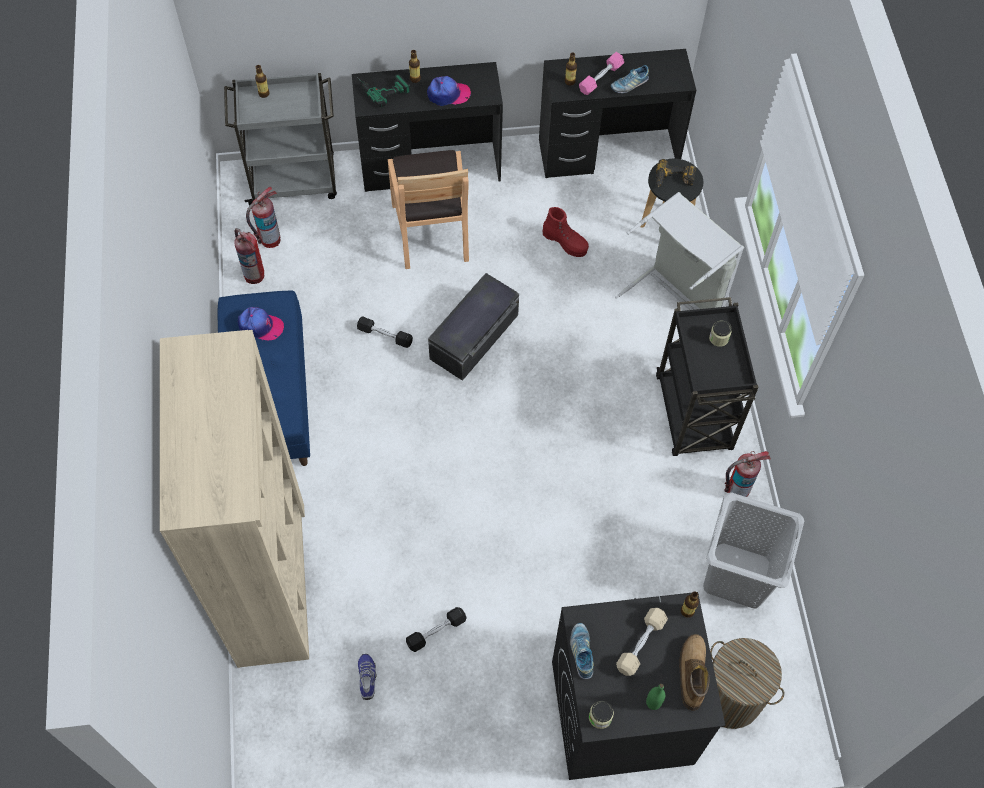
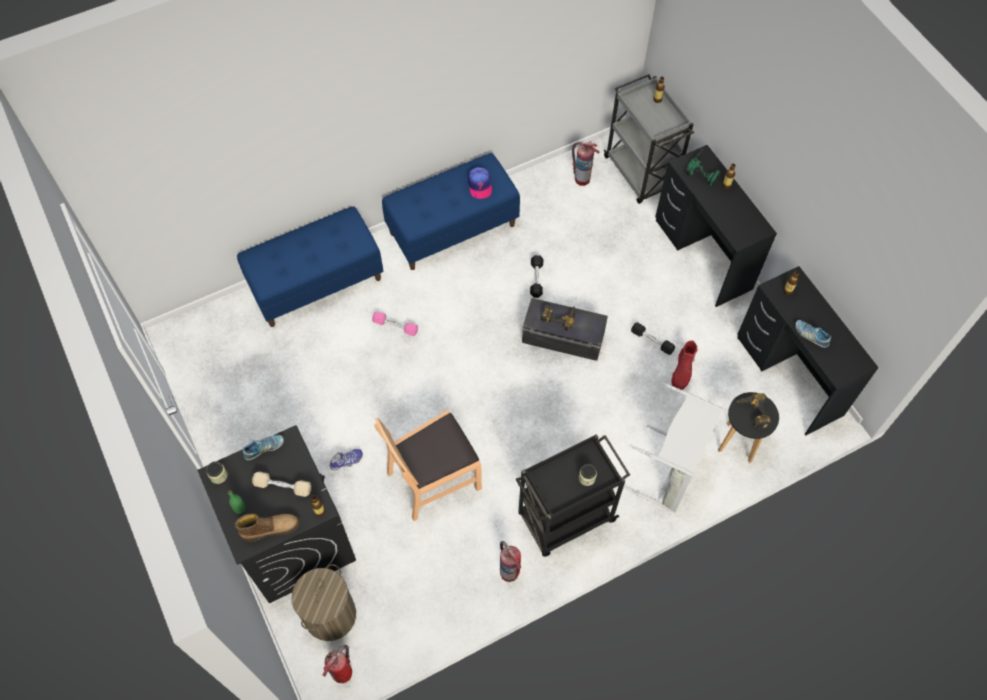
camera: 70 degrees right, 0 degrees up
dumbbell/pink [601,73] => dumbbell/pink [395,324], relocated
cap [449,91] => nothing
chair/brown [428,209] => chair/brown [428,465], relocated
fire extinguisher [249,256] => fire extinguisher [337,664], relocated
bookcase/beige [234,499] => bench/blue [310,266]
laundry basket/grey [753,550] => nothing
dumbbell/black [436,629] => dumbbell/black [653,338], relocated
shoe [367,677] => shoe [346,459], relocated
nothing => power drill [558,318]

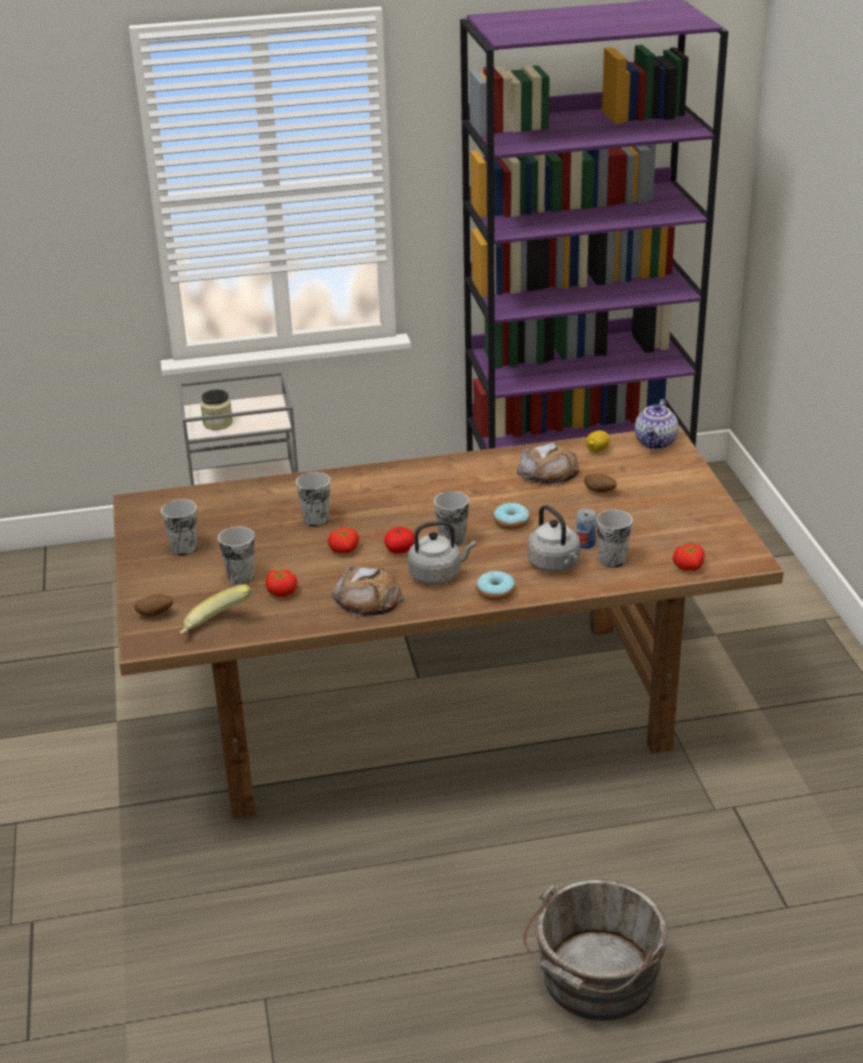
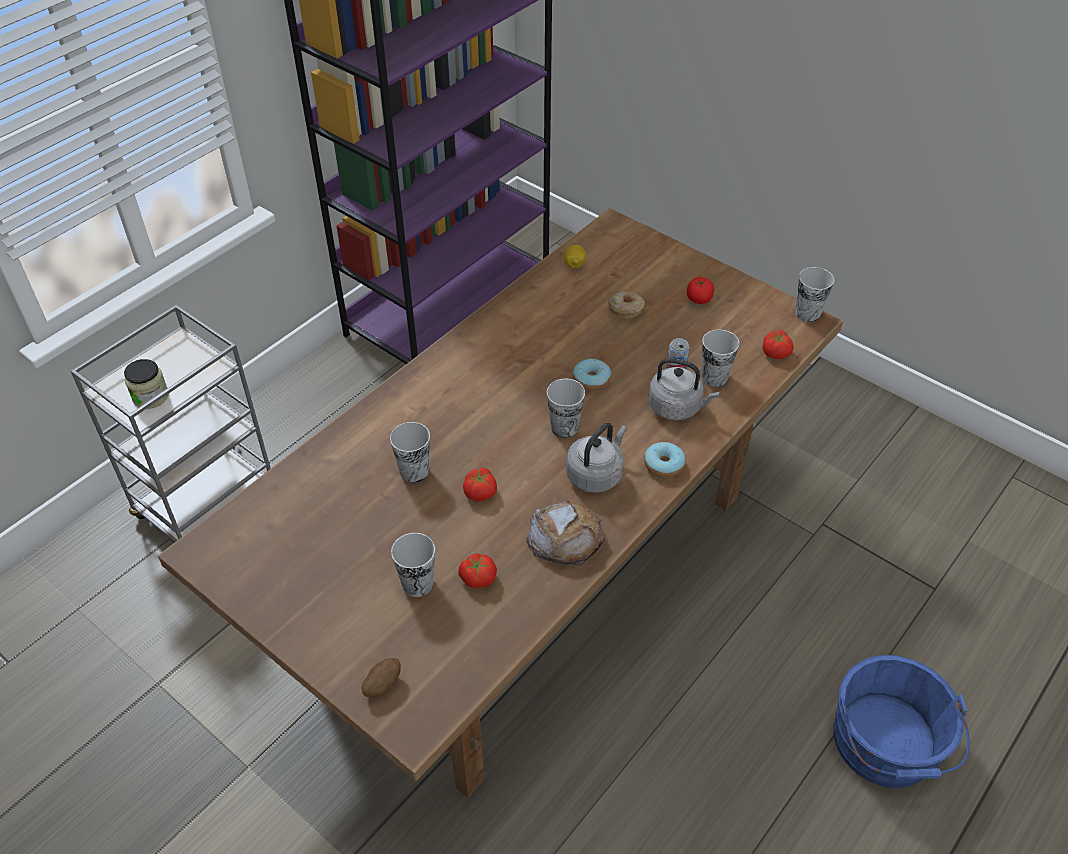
camera: 40 degrees left, 15 degrees up
teapot [656,424] => nothing
bread [548,463] => nothing
potato [600,483] => donut [626,305]
cup [179,527] => cup [814,294], relocated
tomato [399,540] => tomato [700,290], relocated
banana [216,609] => nothing
bucket/grey [595,949] => bucket/blue [902,721]

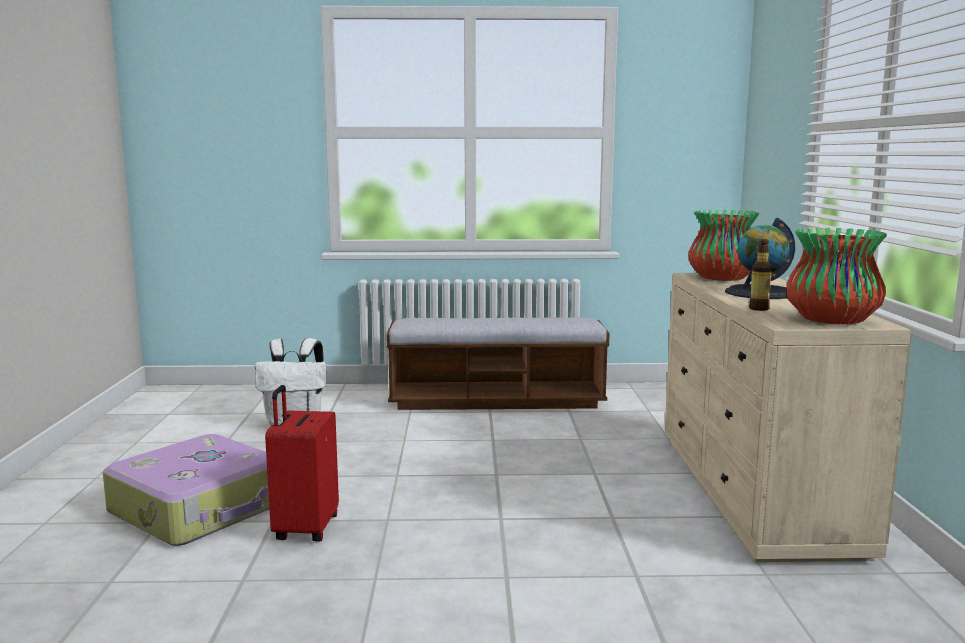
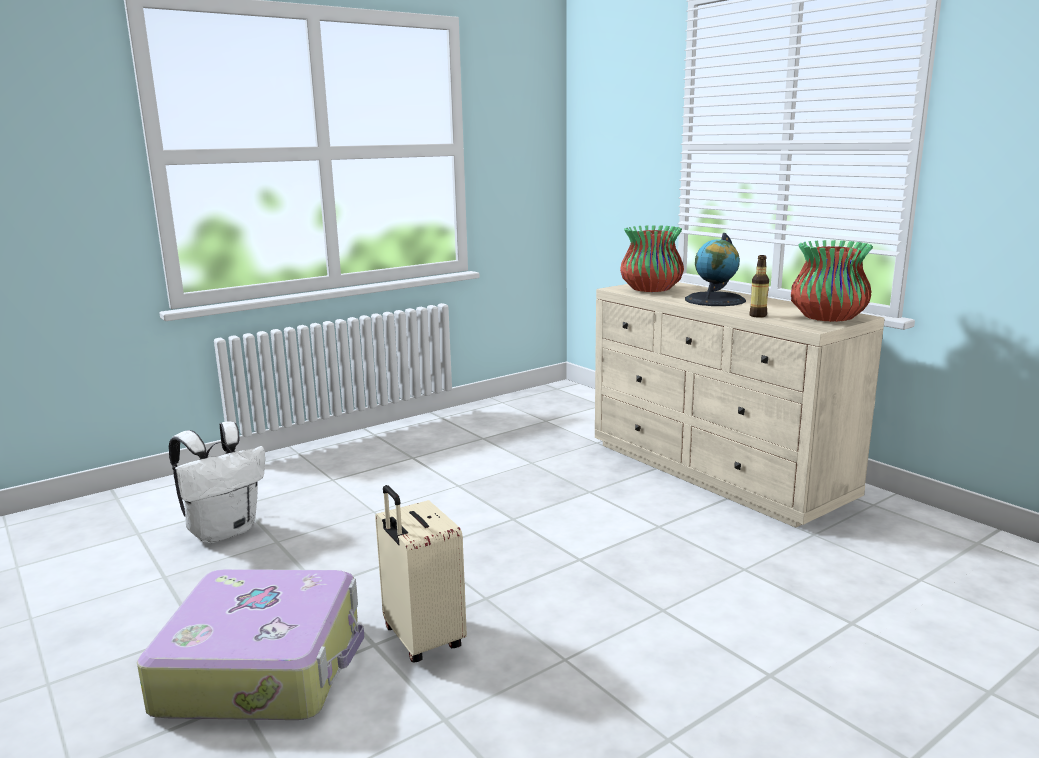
camera: 35 degrees left, 5 degrees up
bench [498,363] => nothing
suitcase/red [302,463] => suitcase/beige [421,574]

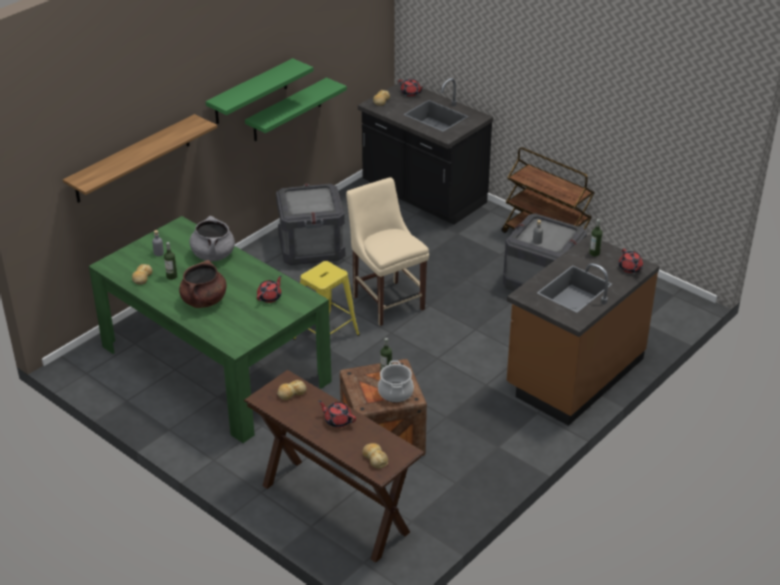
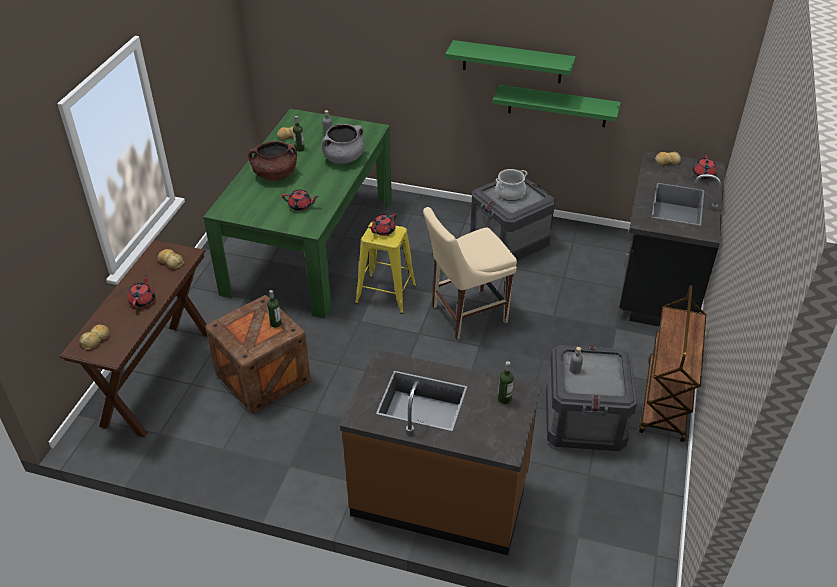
camera: 65 degrees right, 5 degrees up
shelf [140,158] => nothing
chair/beige [387,251] => chair/beige [470,273], 150 degrees counterclockwise
teapot/red [631,261] => teapot/red [383,225], relocated
cooking pot [396,381] => cooking pot [512,185], relocated

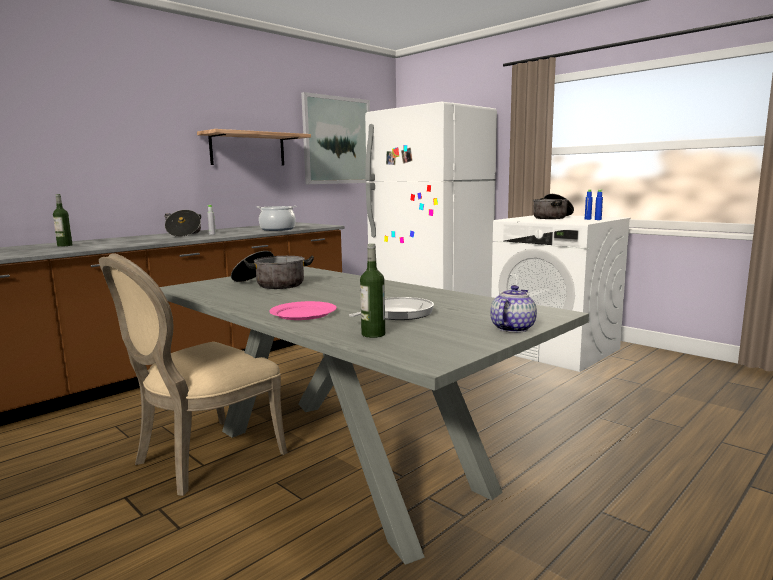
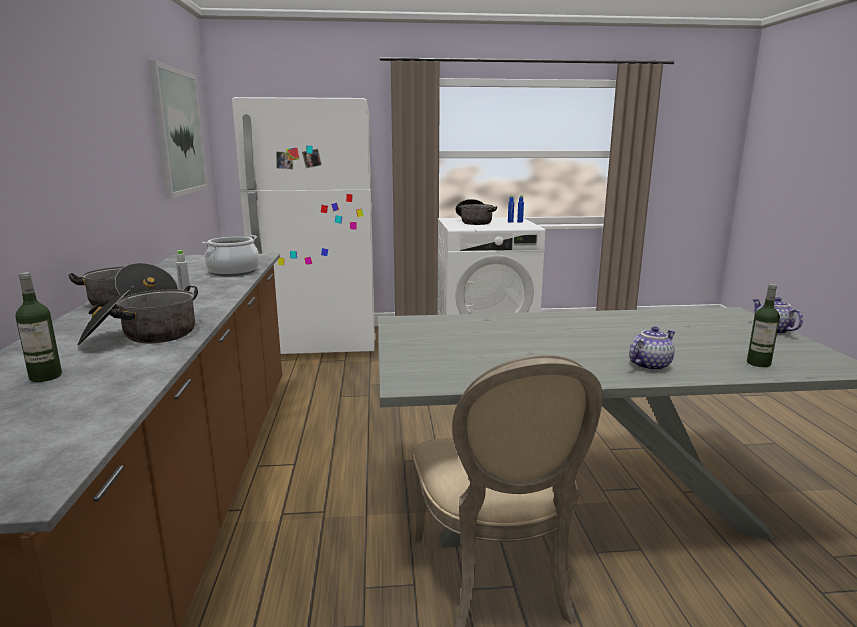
camera: 50 degrees left, 5 degrees up
shelf [254,147] => nothing
cooking pot [272,270] => cooking pot [137,315], relocated
frying pan [391,308] => nothing
plate/pink [303,310] => teapot [652,348]

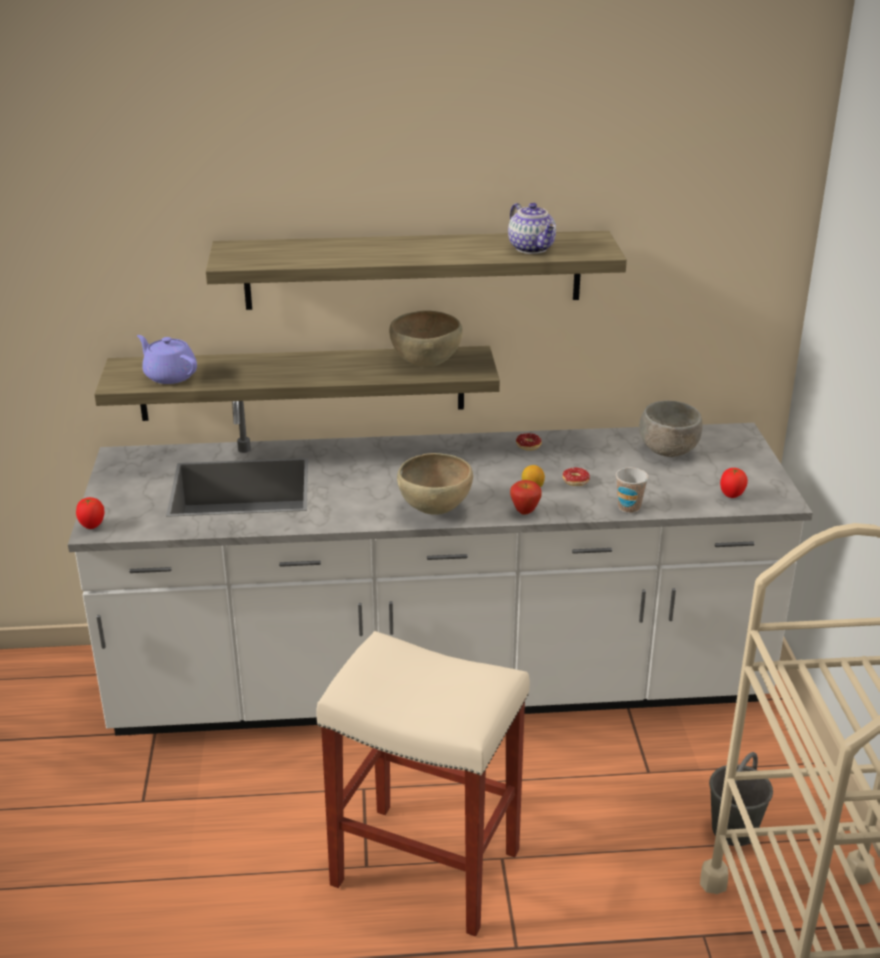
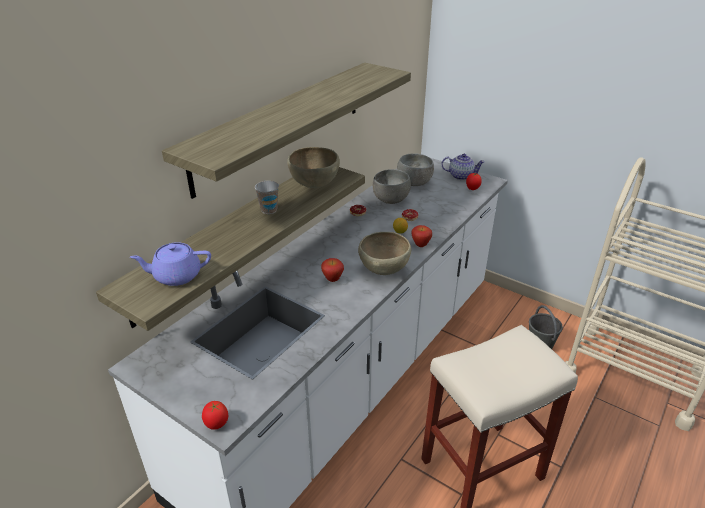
camera: 50 degrees left, 5 degrees up
teapot [532,228] => teapot [463,167], relocated
cup [632,490] => cup [267,197], relocated
nothing => bowl/grey [392,186]
nothing => apple [332,270]

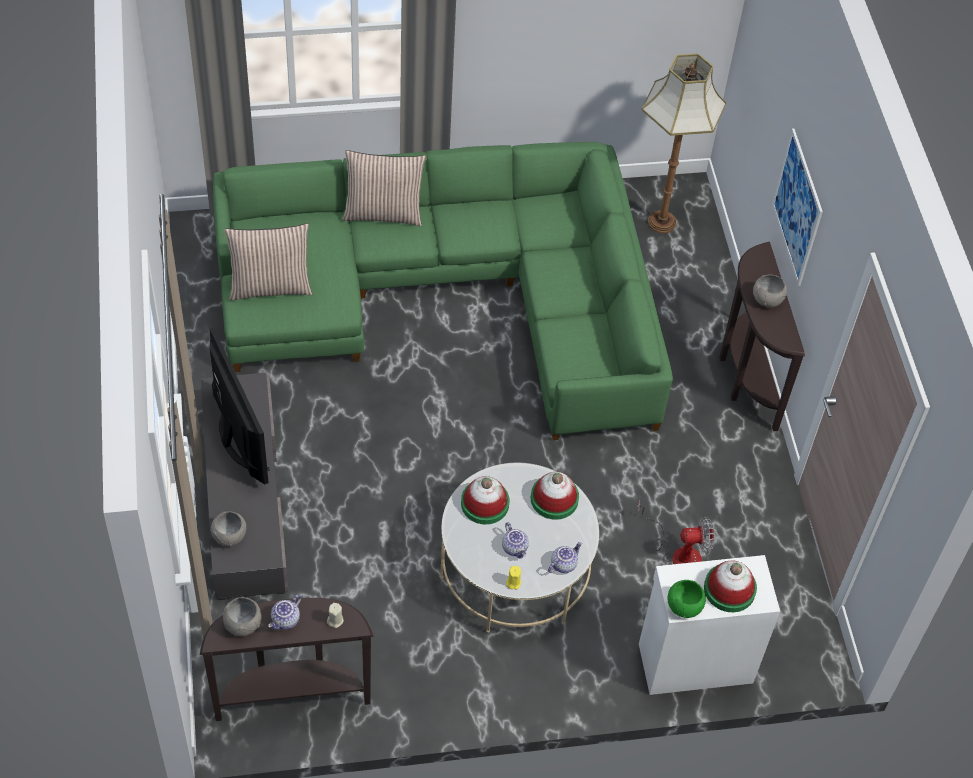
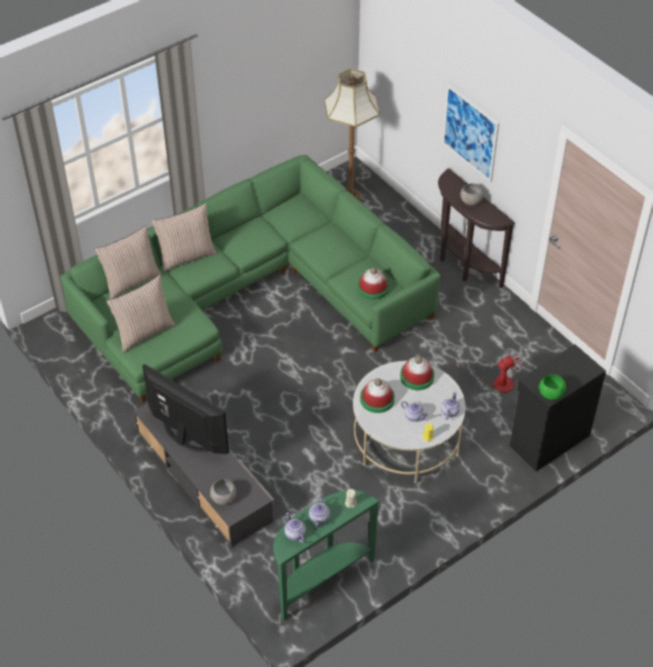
camera: 25 degrees left, 5 degrees down
cabinet/white [709,625] => cabinet/black [557,408]
hat [730,586] => hat [373,283], relocated
bowl/grey [242,616] => teapot [295,528]
console table/brown [287,659] => console table/green [326,555]
nothing => pillow [128,262]

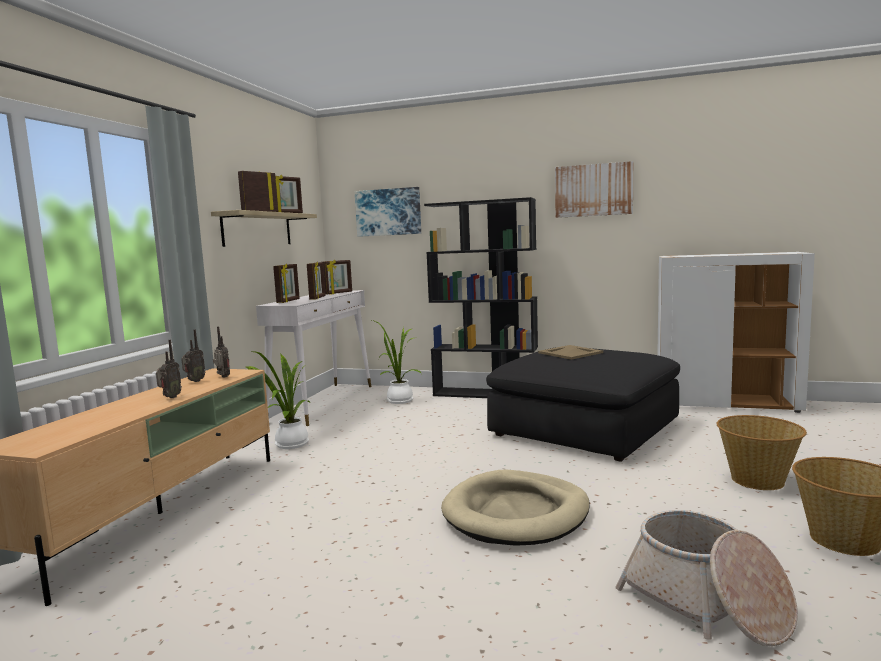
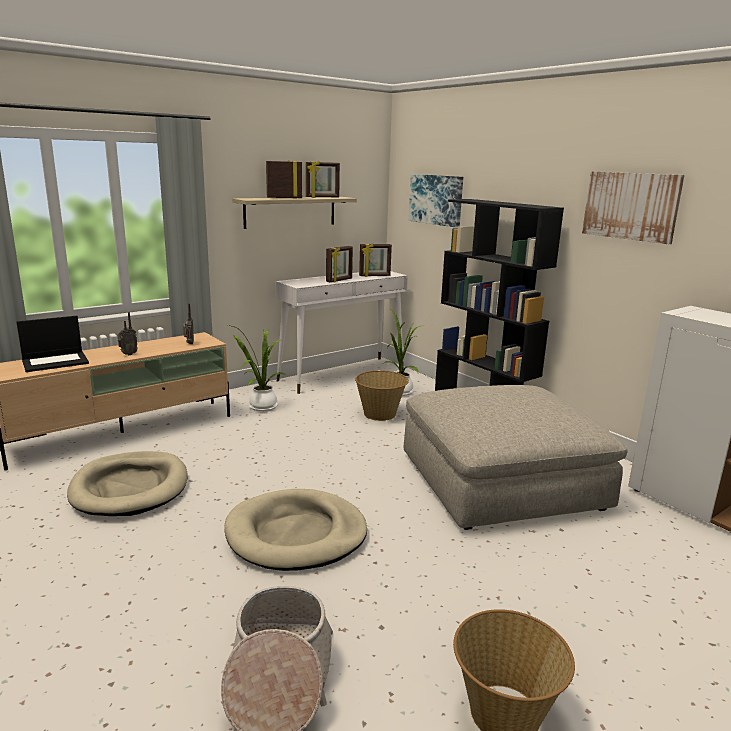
camera: 35 degrees right, 10 degrees up
picture frame [286,283] => nothing
radio [193,355] => nothing
tray/beige [570,352] => nothing
ottoman/black [583,405] => ottoman/beige [516,457]
basket [761,452] => basket [382,395], relocated
nothing => laptop [53,344]
nothing => dog bed/beige [127,483]

